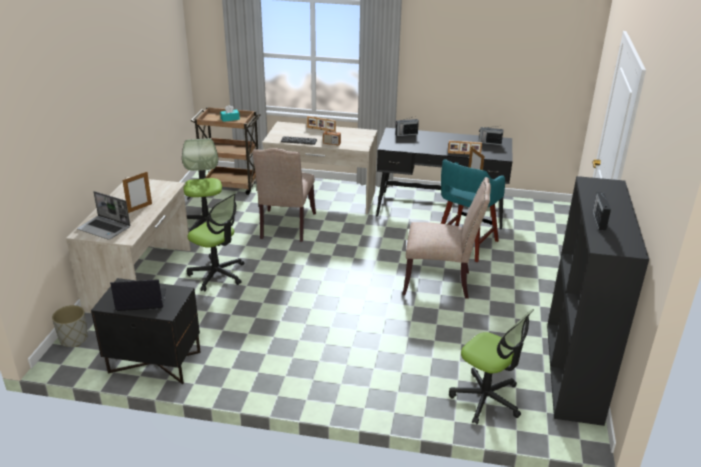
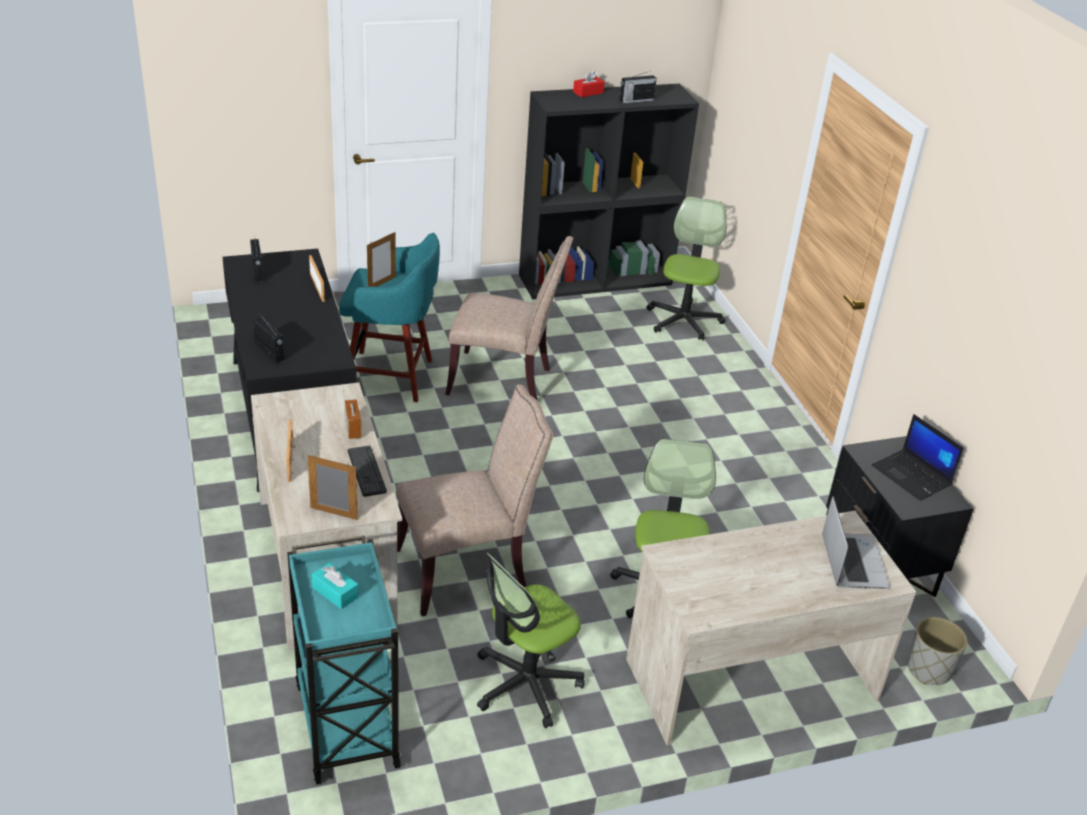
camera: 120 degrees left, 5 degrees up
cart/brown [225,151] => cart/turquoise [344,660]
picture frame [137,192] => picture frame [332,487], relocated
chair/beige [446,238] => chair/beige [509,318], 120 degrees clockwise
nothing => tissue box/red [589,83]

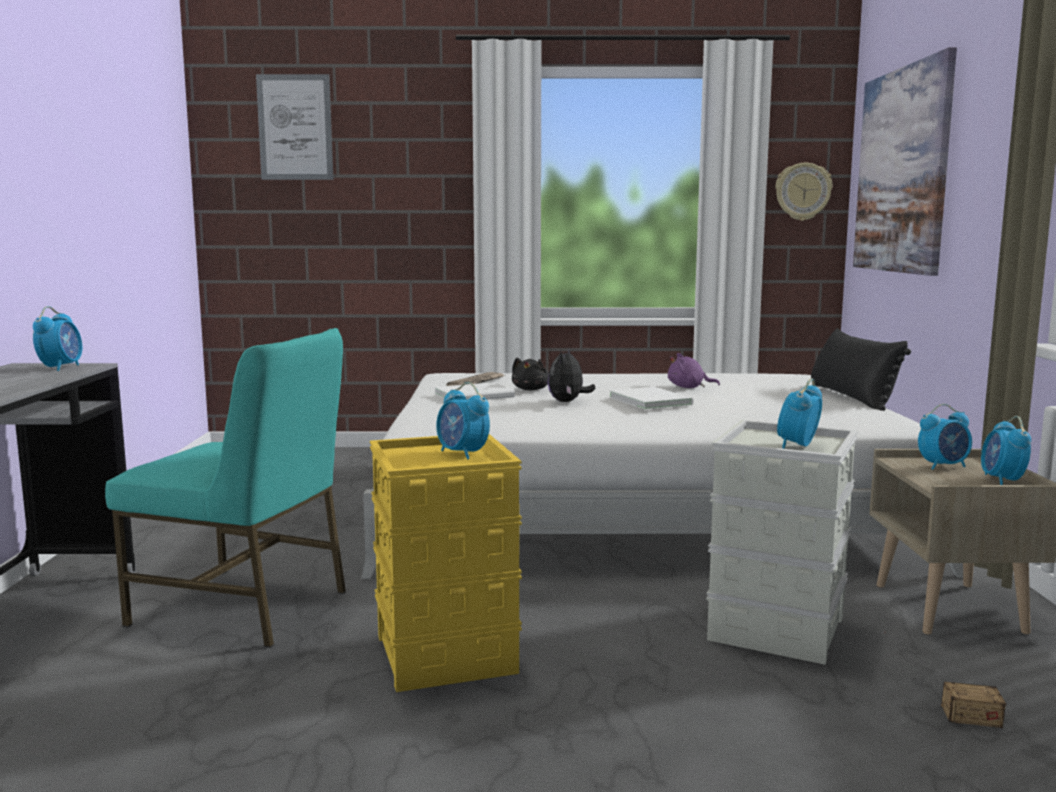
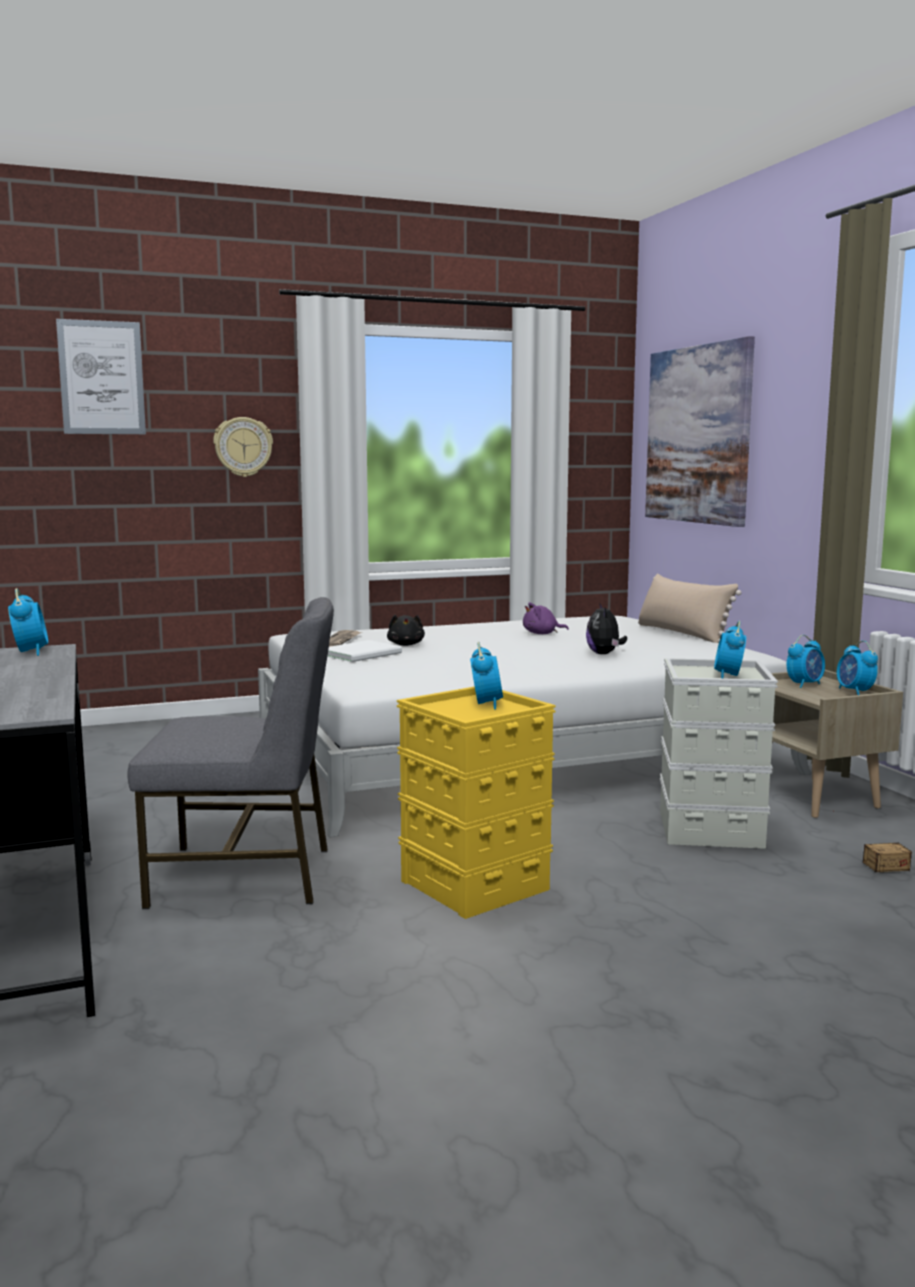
camera: 20 degrees left, 0 degrees up
wall clock [804,192] => wall clock [243,447], relocated
chair/turquoise [225,488] => chair/grey [230,753]
pillow/black [861,369] => pillow/beige [690,608]
plush toy [572,374] => plush toy [606,628], relocated
alarm clock [463,420] => alarm clock [486,676], 120 degrees counterclockwise
book/white [651,398] => nothing

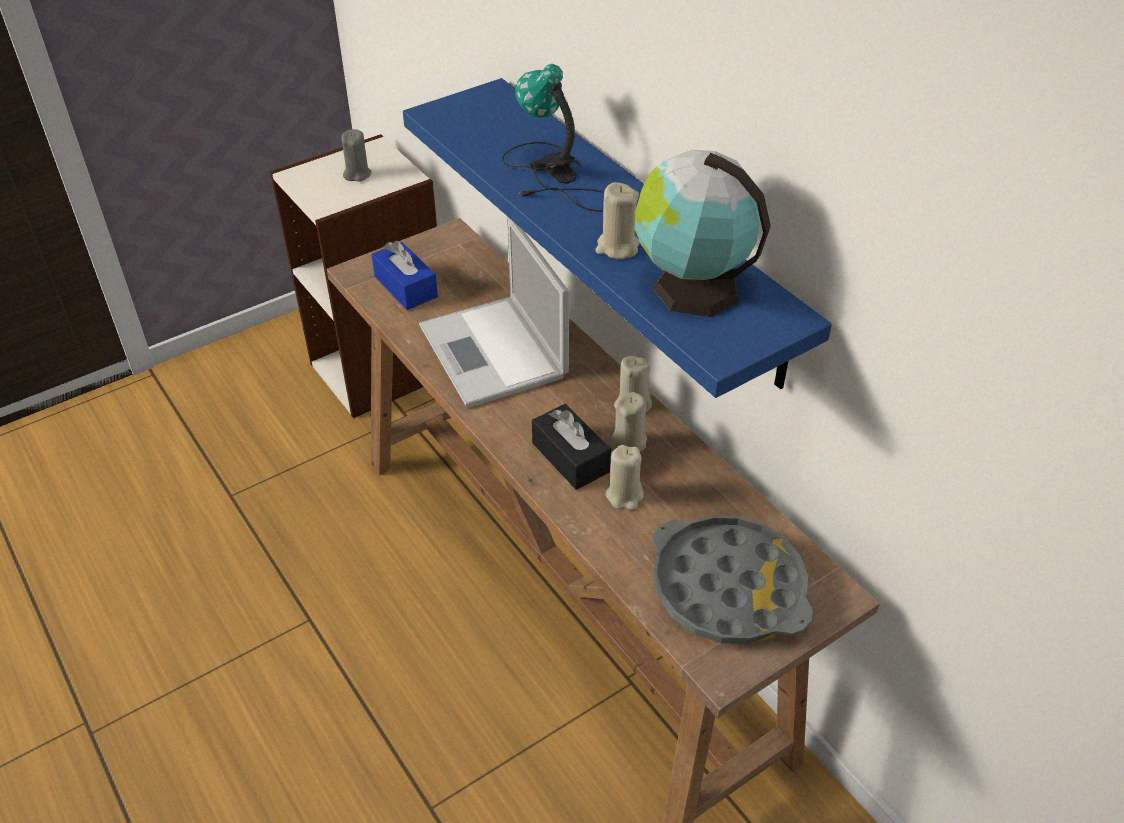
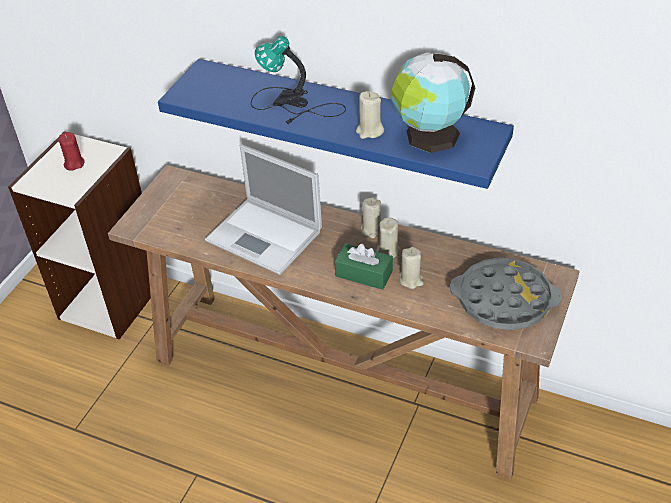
camera: 30 degrees left, 0 degrees up
candle/grey [356,155] => candle/red [71,151]
tissue box/blue [404,275] => nothing
tissue box/black [571,447] => tissue box/green [364,266]

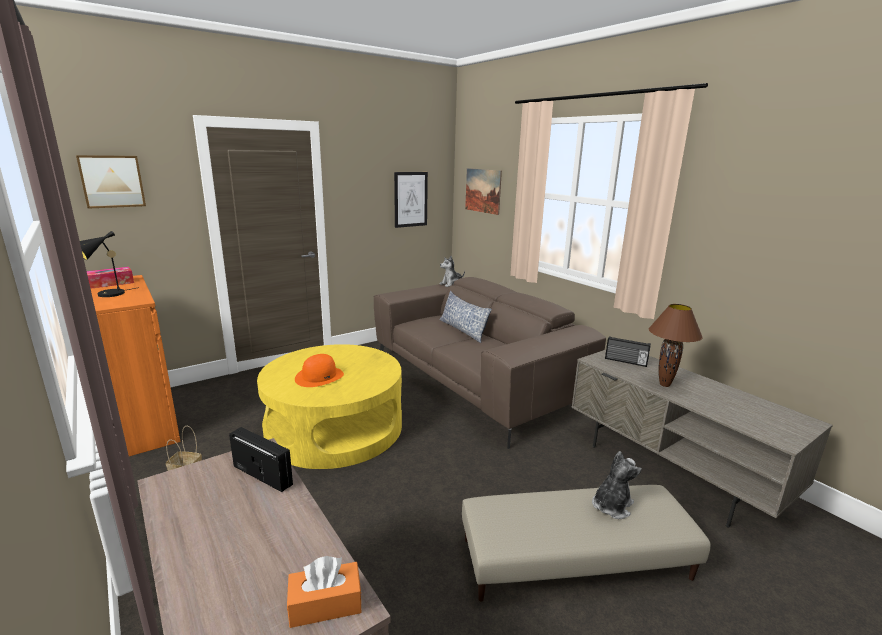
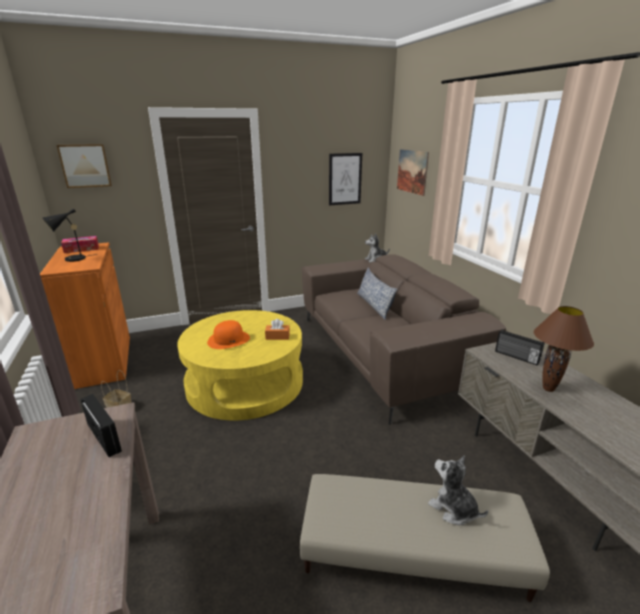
camera: 15 degrees right, 5 degrees up
plush toy [617,485] => plush toy [458,490], 105 degrees counterclockwise
tissue box/orange [324,592] => tissue box/orange [277,329], relocated

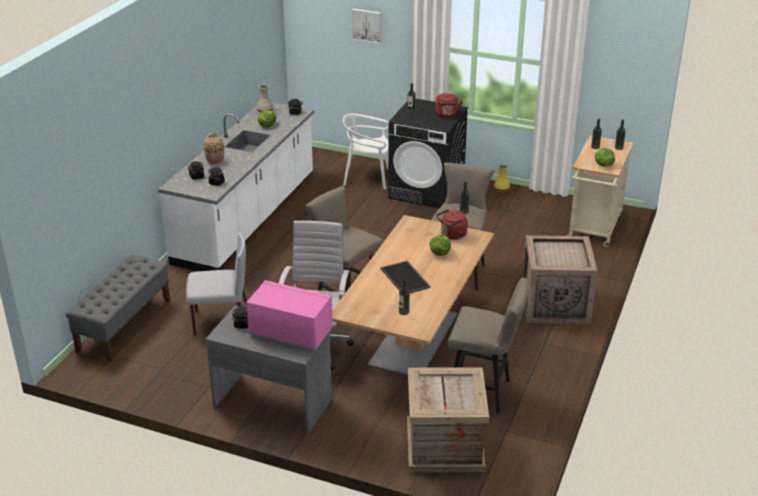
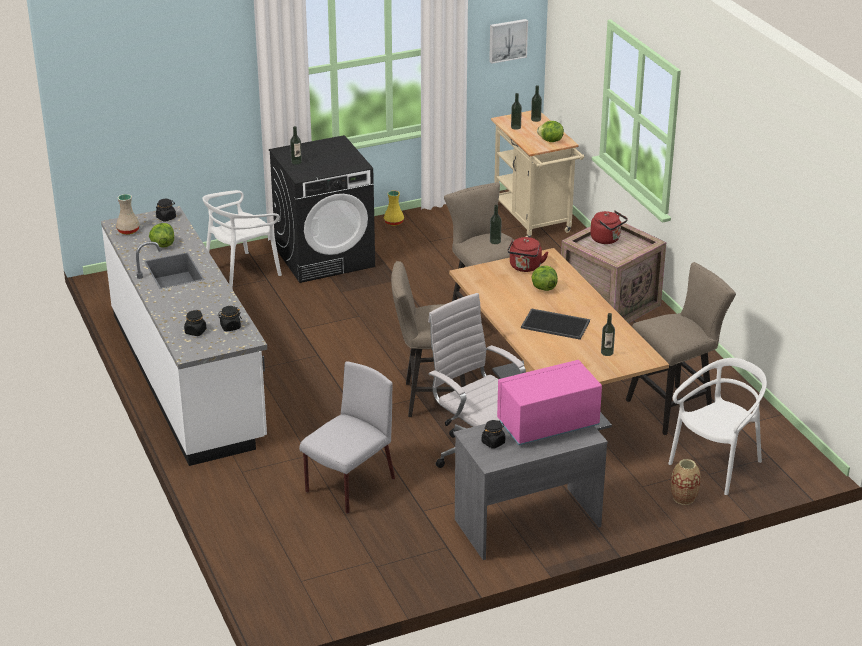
camera: 45 degrees left, 0 degrees up
picture [367,26] => picture [508,41], relocated
kettle/red [449,105] => kettle/red [609,227], relocated
vase [214,149] => vase [686,482], relocated
bench/grey [118,308] => nothing
crate [448,420] => chair/white [717,426]

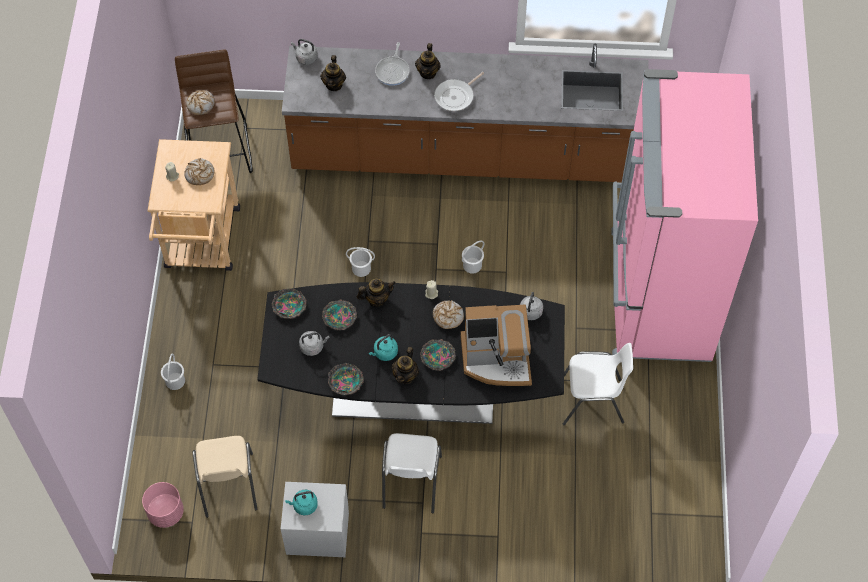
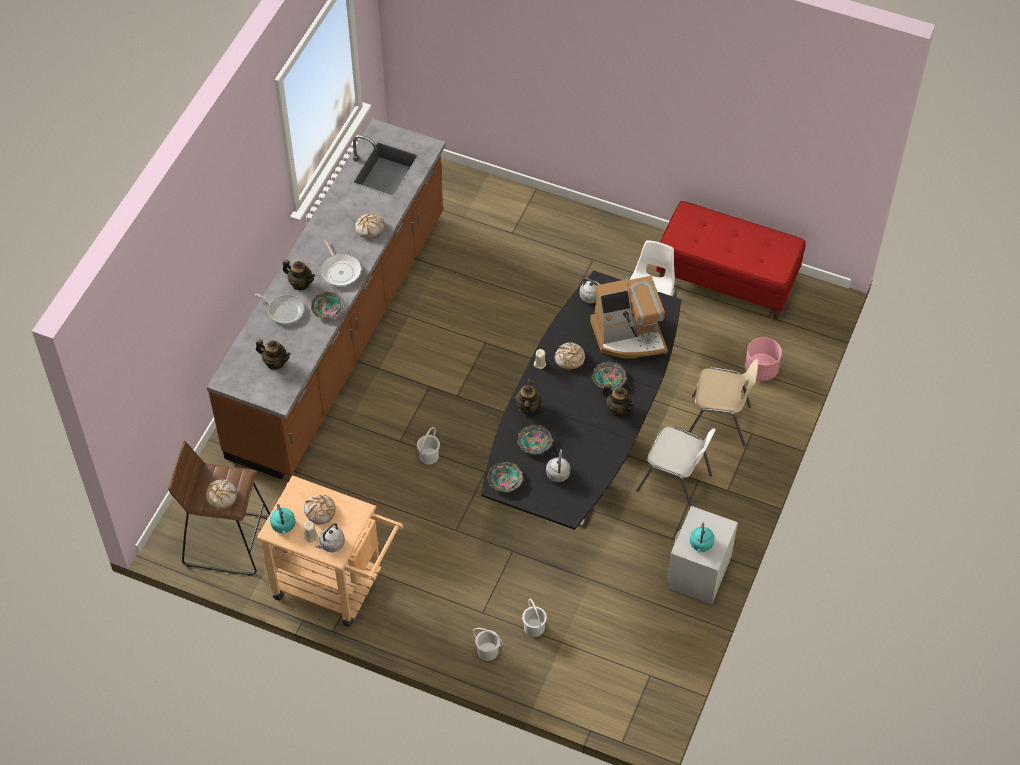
camera: 70 degrees left, 5 degrees down
kettle/grey [304,52] => kettle/grey [330,537], relocated
fridge/pink [684,215] => nothing
bucket/white [473,257] => bucket/white [534,617], relocated
coffee machine [496,345] => coffee machine [629,317], 60 degrees clockwise
kettle/turquoise [383,347] => kettle/turquoise [282,519], relocated
bowl [346,379] => bowl [328,305], relocated
chair/beige [225,477] => chair/beige [723,402], relocated
planter/pink [163,505] => planter/pink [763,359], relocated
nothing => bench/red [731,260]
nothing => bread [370,226]

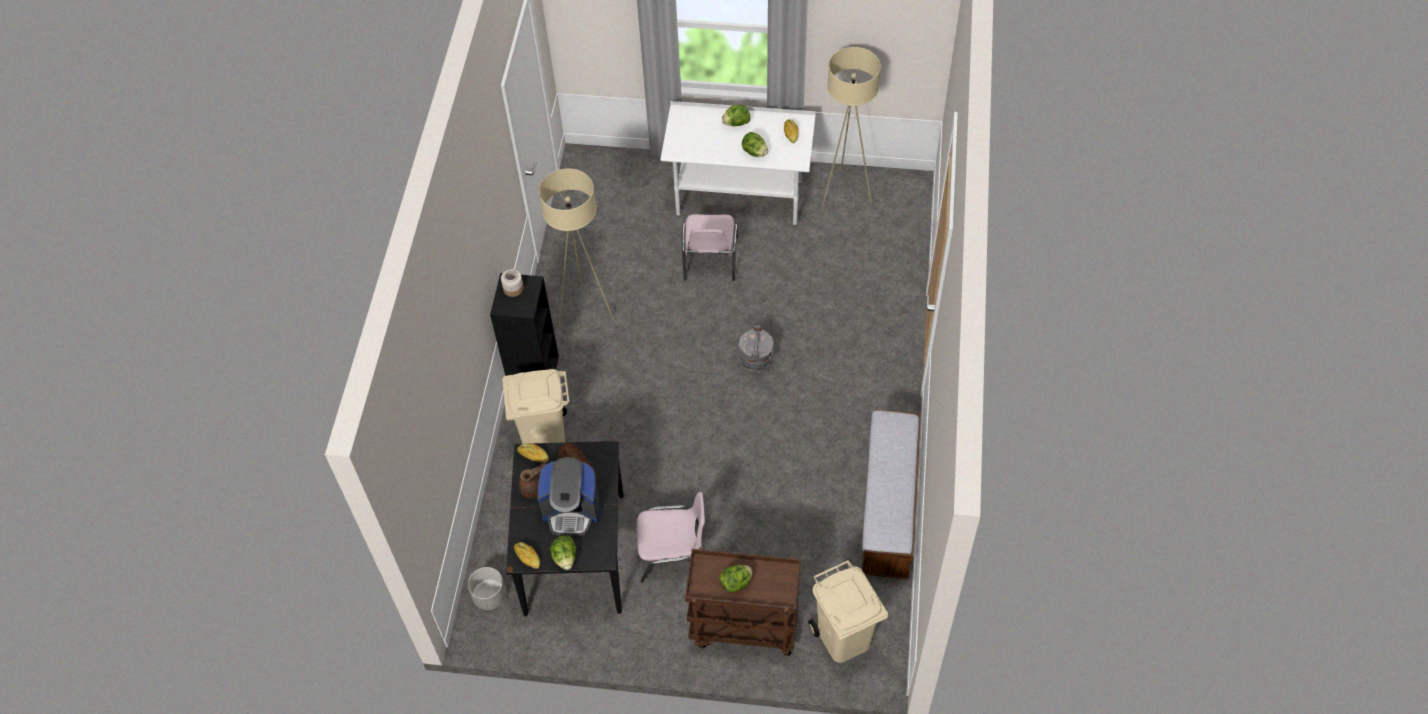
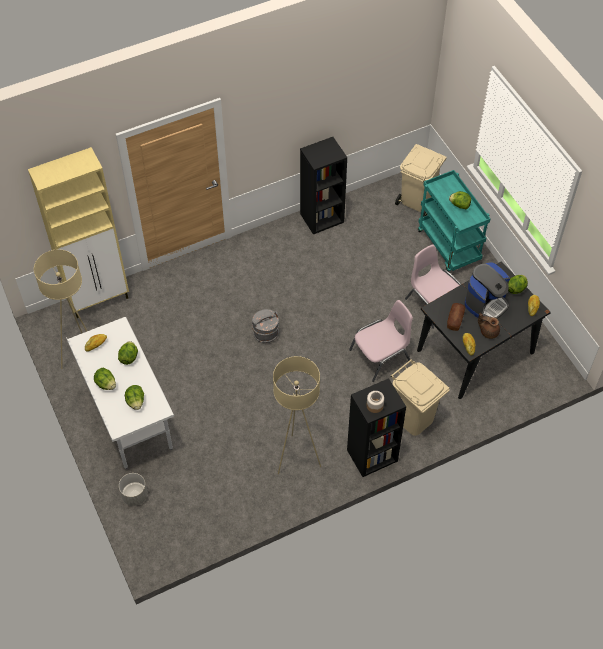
camera: 125 degrees left, 0 degrees up
chair/pink [710,247] => chair/pink [381,341], relocated
bench [891,494] => bookcase/black [323,185]
coffee machine [569,497] => coffee machine [487,290], 75 degrees clockwise
cart/brown [743,601] => cart/turquoise [454,220]
planter/grey [487,588] => planter/grey [133,489], relocated
nothing => cabinet/beige [78,232]
nothing => lettuce [134,397]

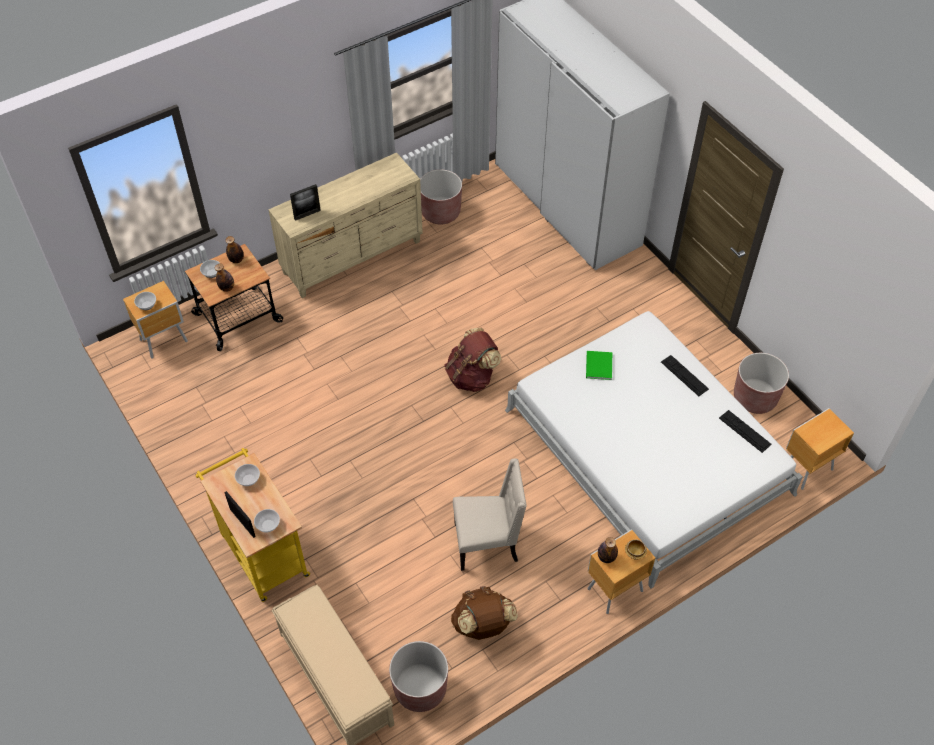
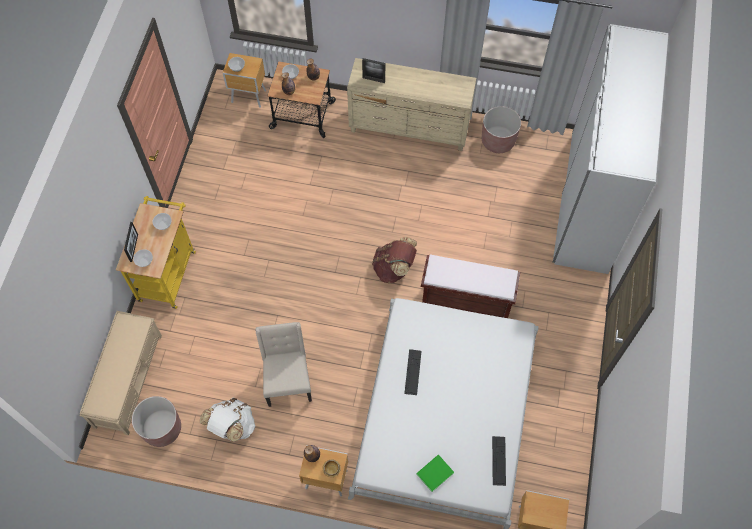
camera: 45 degrees right, 10 degrees up
book/green [599,365] => book/green [435,473], relocated
planter/brown [761,383] => nothing
keyboard [685,375] => keyboard [413,372], relocated
chair/beige [490,514] => chair/beige [284,364], 135 degrees counterclockwise
backpack/brown [484,613] => backpack/white [227,420]
nothing => bench/brown [470,286]

